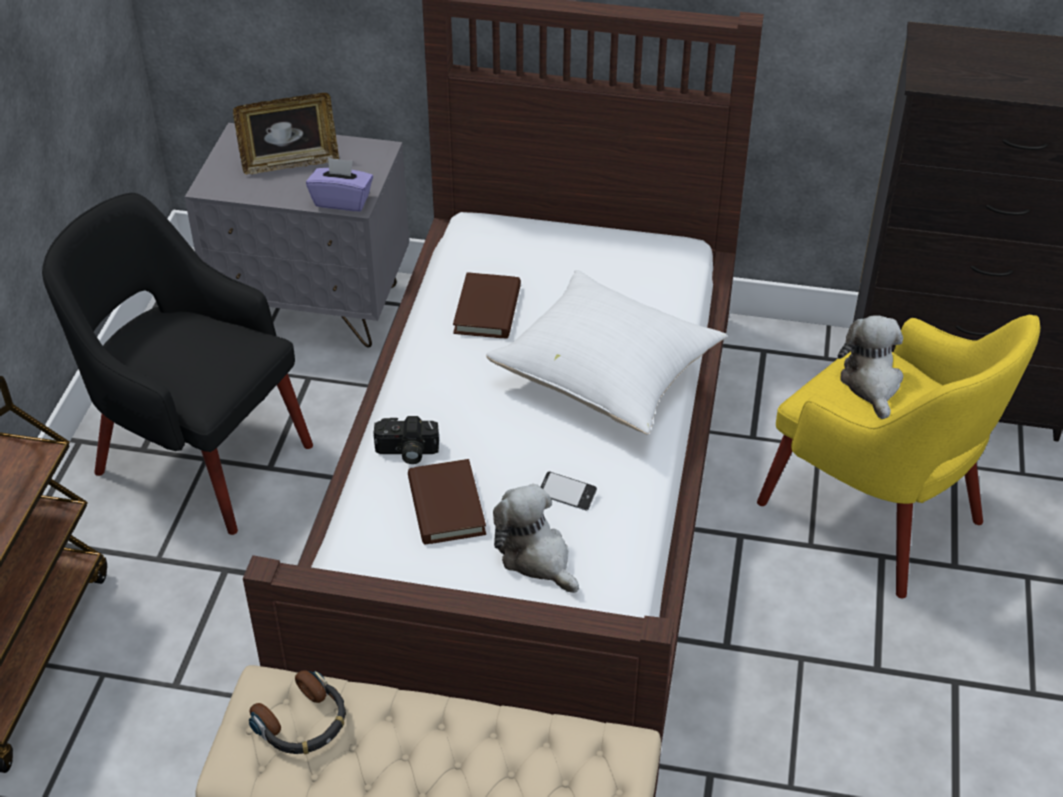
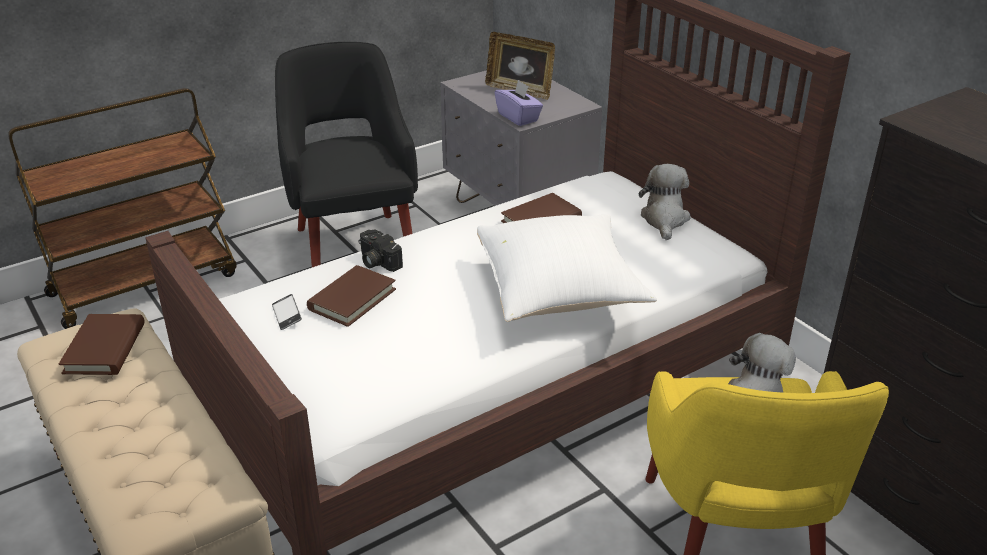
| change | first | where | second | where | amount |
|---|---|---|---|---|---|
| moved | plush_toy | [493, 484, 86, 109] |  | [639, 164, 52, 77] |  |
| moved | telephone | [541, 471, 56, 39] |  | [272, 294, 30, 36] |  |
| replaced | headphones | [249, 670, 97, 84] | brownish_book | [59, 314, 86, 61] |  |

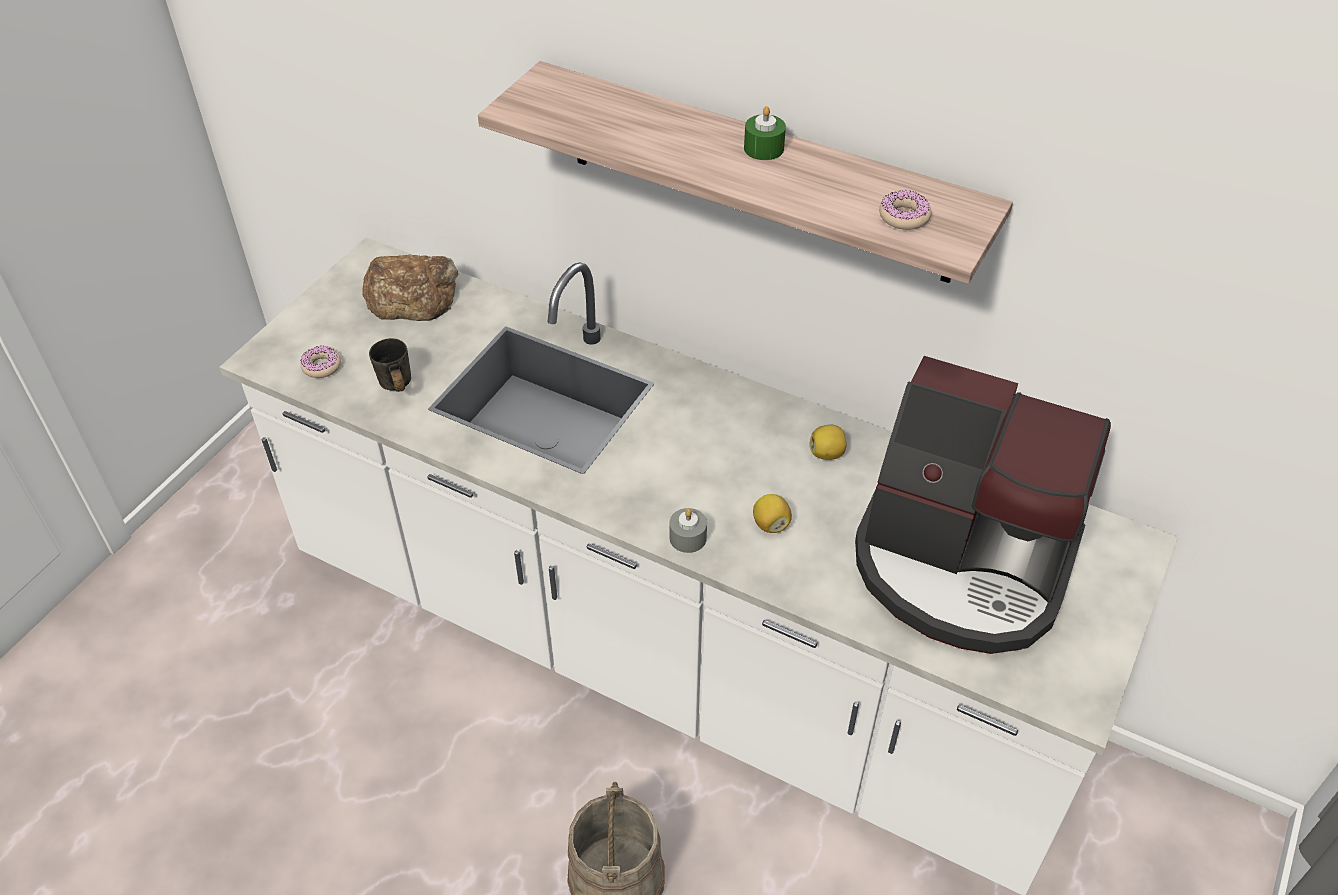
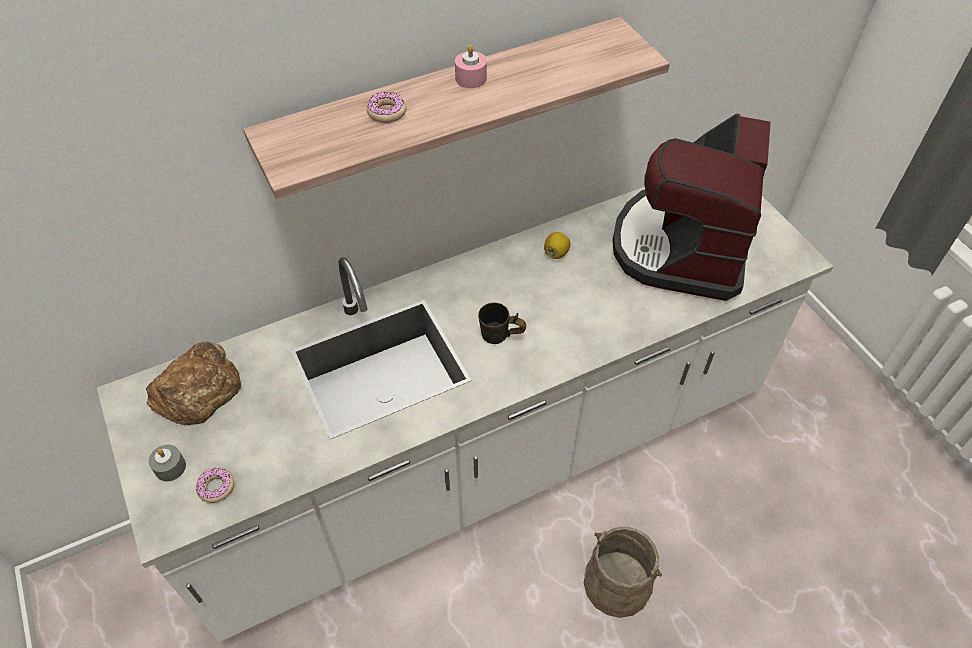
| change | first | where | second | where | amount |
|---|---|---|---|---|---|
| removed | citrus_fruit | [753, 494, 39, 39] |  |  |  |
| moved | grey_tea_mug | [369, 338, 42, 54] |  | [478, 303, 48, 41] |  |
| moved | grey_wax_candle | [669, 508, 38, 45] |  | [149, 445, 37, 36] |  |
| moved | doughnut | [879, 190, 53, 40] |  | [366, 92, 40, 31] |  |
| recoloured | greenish_wax_candle | [744, 106, 42, 54] | pinkish_wax_candle | [455, 45, 32, 43] |  |
| turned | coffee_brewer | [855, 356, 256, 298] |  | [613, 113, 158, 188] | 135 degrees clockwise |

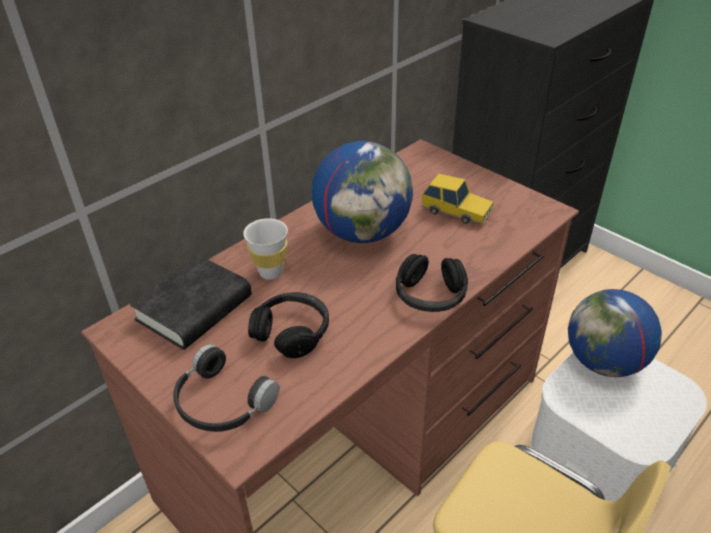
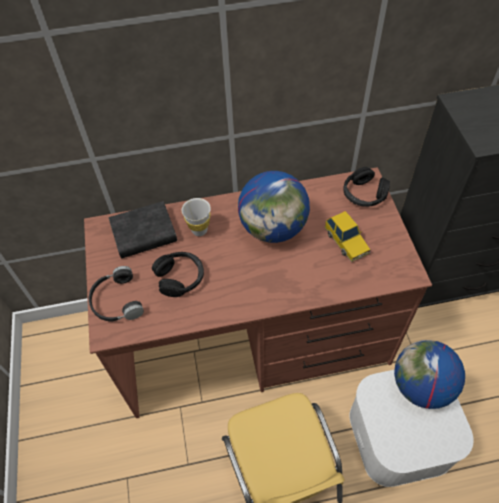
| change | first | where | second | where | amount |
|---|---|---|---|---|---|
| moved | black_headphones | [396, 254, 72, 58] |  | [343, 167, 47, 40] |  |

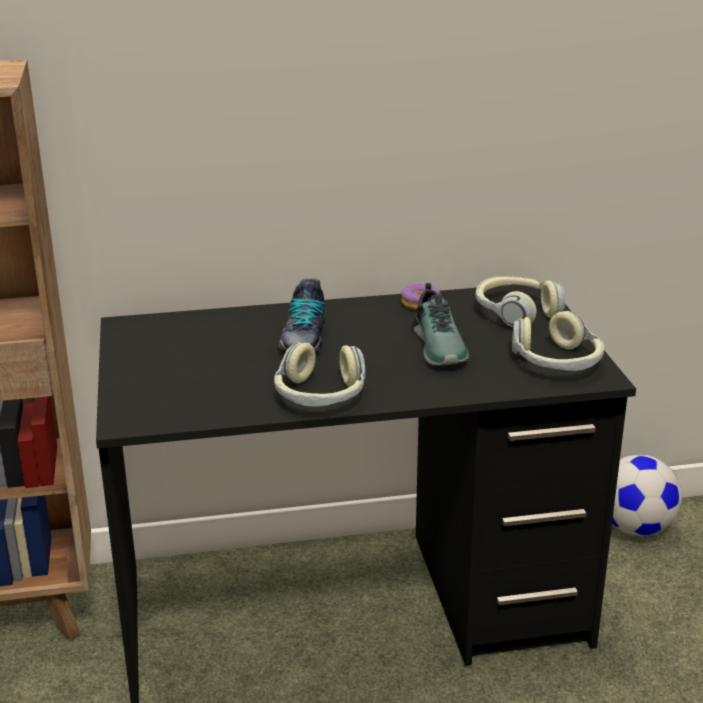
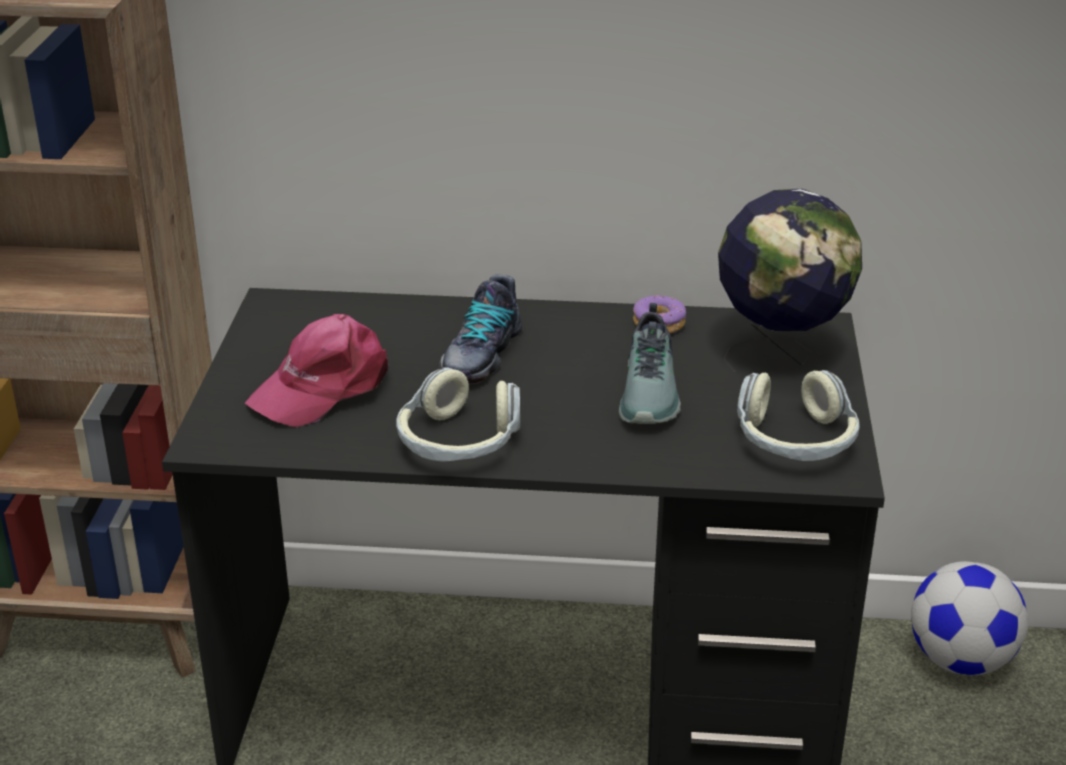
| change | first | where | second | where | amount |
|---|---|---|---|---|---|
| added |  |  | pinkish_baseball_cap | [245, 314, 144, 114] |  |
| replaced | headphones | [475, 276, 90, 51] | globe | [718, 189, 144, 183] |  |

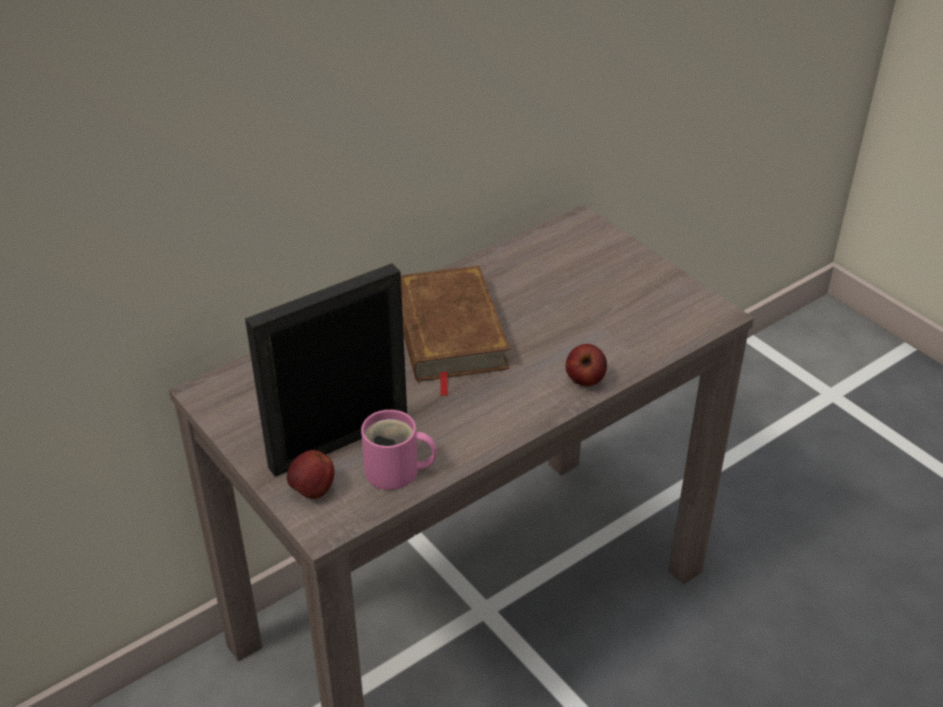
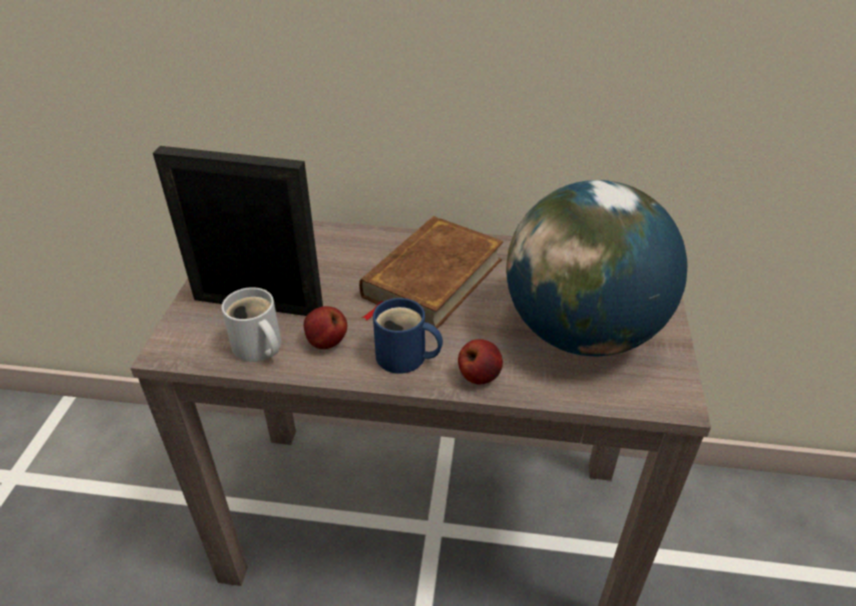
| change | first | where | second | where | amount |
|---|---|---|---|---|---|
| added |  |  | blue_tea_mug | [373, 298, 70, 76] |  |
| added |  |  | globe | [506, 180, 181, 176] |  |
| moved | apple_fruit | [287, 450, 48, 49] |  | [304, 306, 43, 43] |  |
| recoloured | pinkish_tea_mug | [361, 410, 76, 80] | white-coloured_tea_mug | [222, 287, 59, 75] |  |

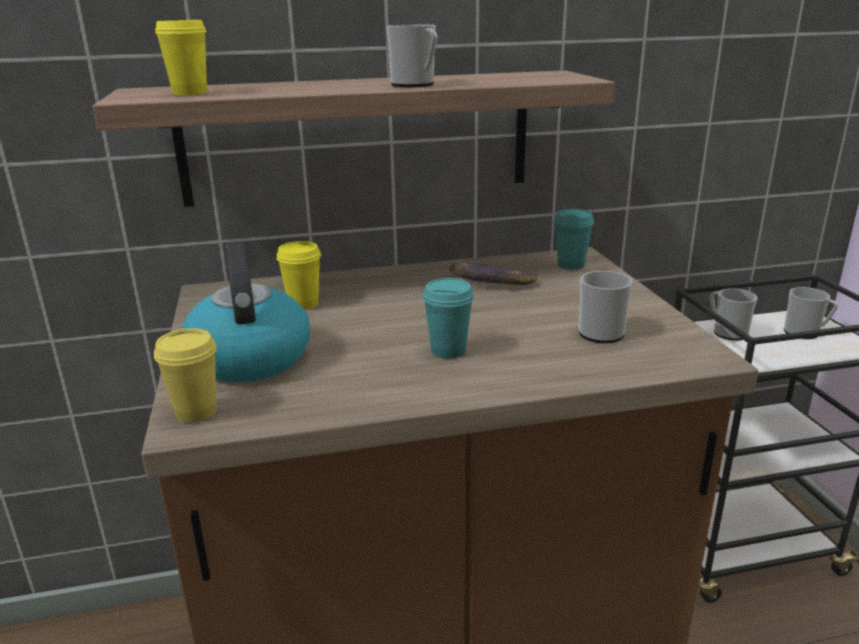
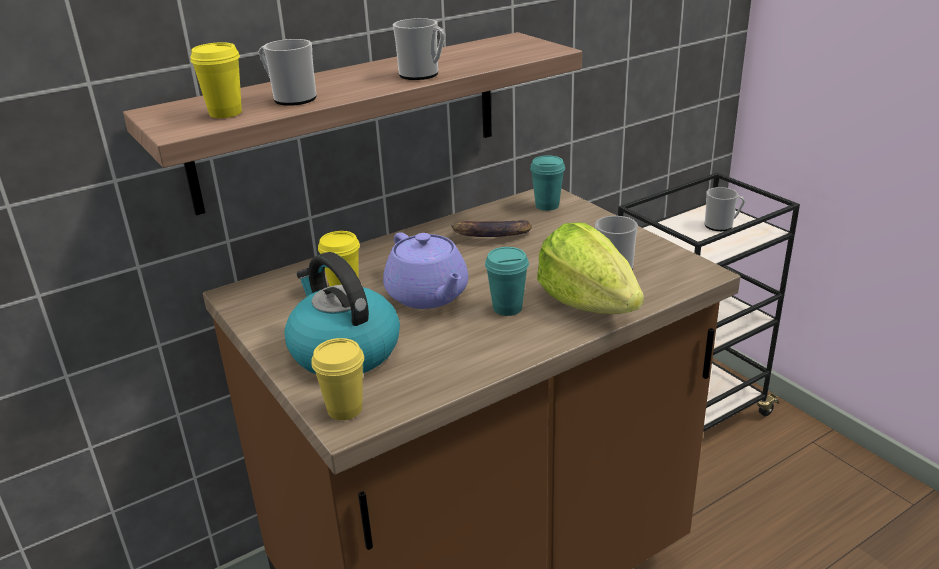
| change | first | where | second | where | amount |
|---|---|---|---|---|---|
| added |  |  | purple_tea_pot | [383, 232, 85, 77] |  |
| added |  |  | lettuce_head | [537, 222, 107, 92] |  |
| moved | tea_mug | [710, 288, 48, 53] |  | [259, 39, 57, 67] |  |

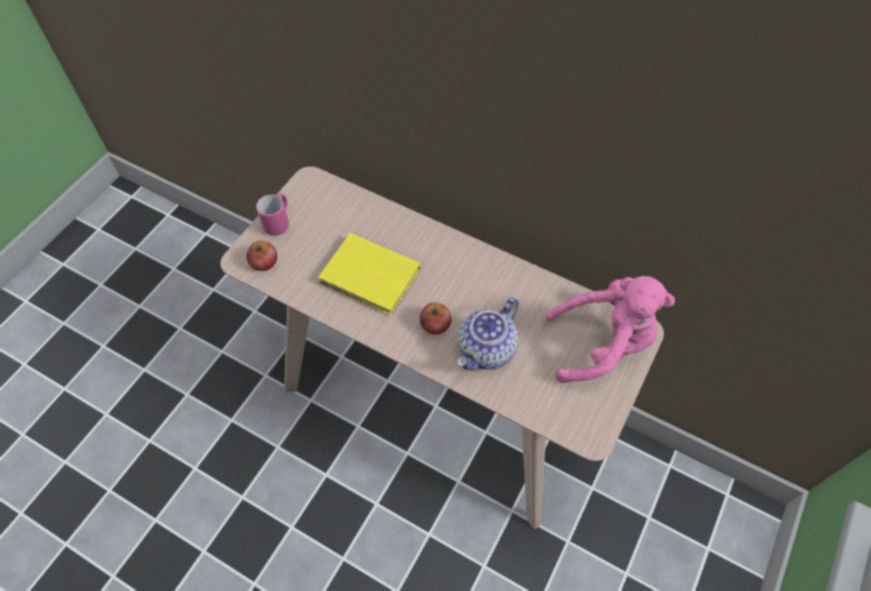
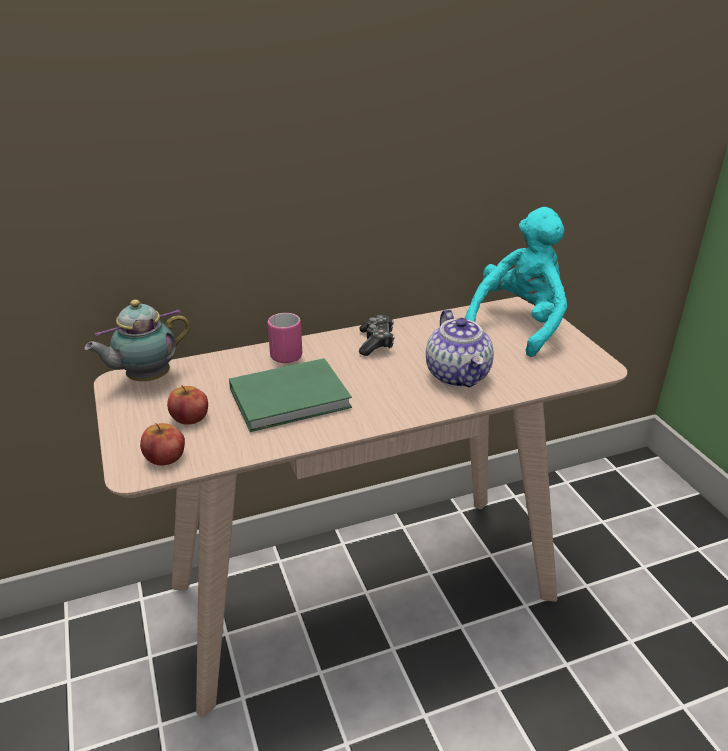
| change | first | where | second | where | amount |
|---|---|---|---|---|---|
| added |  |  | tea_pot | [84, 300, 106, 81] |  |
| added |  |  | gamepad | [359, 315, 36, 41] |  |
| moved | pinkish_tea_mug | [256, 193, 33, 43] |  | [268, 313, 34, 50] |  |
| moved | apple_fruit | [420, 302, 32, 33] |  | [167, 385, 41, 40] |  |
| recoloured | yellow_book | [318, 233, 103, 83] | greenish_book | [229, 358, 123, 74] |  |
| recoloured | pinkish_plush_toy | [545, 276, 130, 107] | turquoise-coloured_plush_toy | [465, 207, 102, 150] |  |

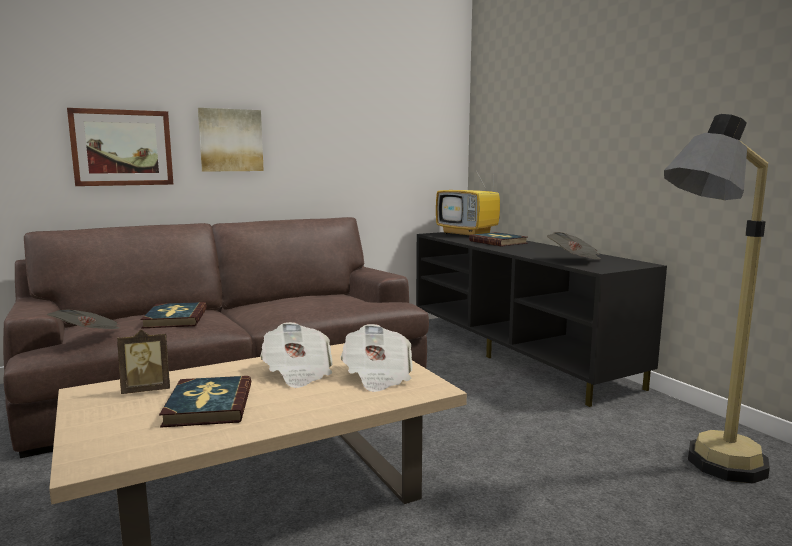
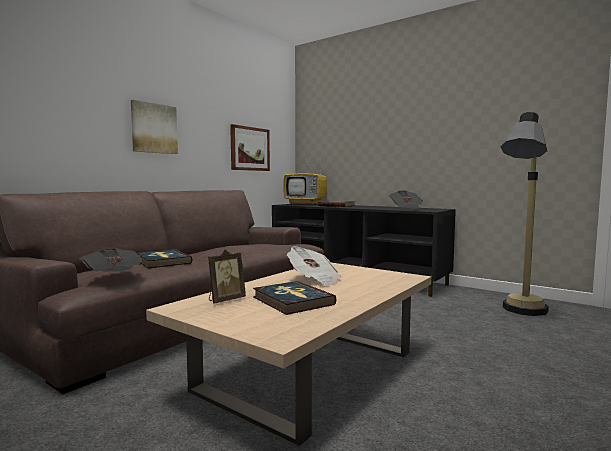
| change | first | where | second | where | amount |
|---|---|---|---|---|---|
| removed | daily_paper | [341, 324, 72, 68] |  |  |  |
| moved | wall_picture | [67, 108, 106, 78] |  | [230, 124, 40, 47] |  |

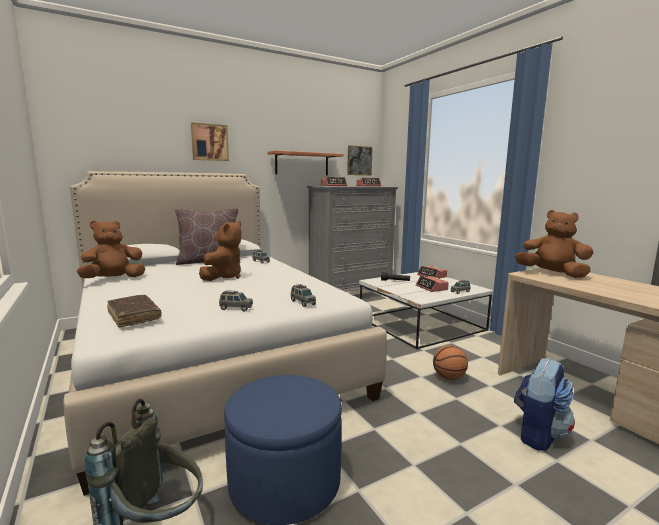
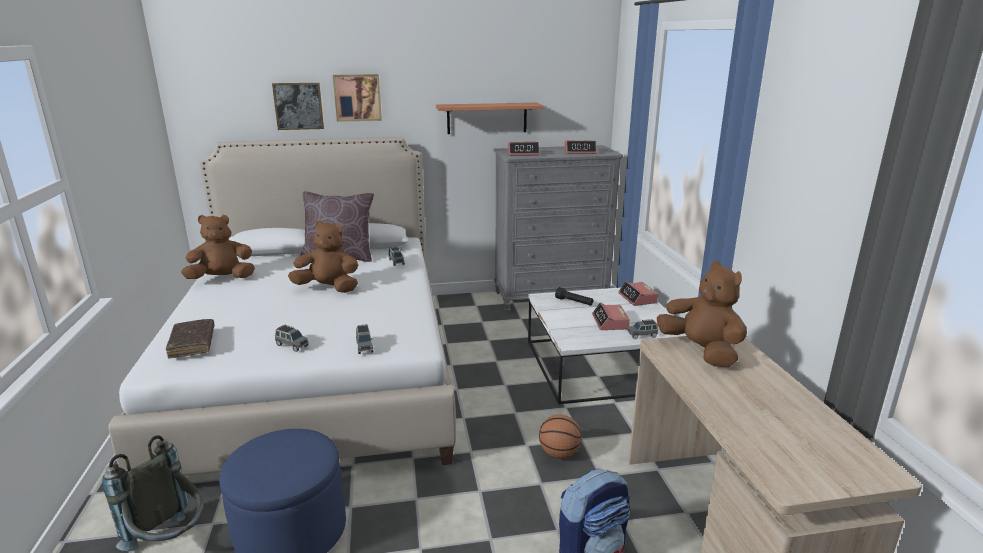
| change | first | where | second | where | amount |
|---|---|---|---|---|---|
| moved | wall_picture | [347, 145, 26, 30] |  | [272, 83, 52, 47] |  |
| turned | brownish_plush_toy | [199, 221, 43, 60] |  | [288, 221, 70, 72] | 120 degrees counterclockwise |

